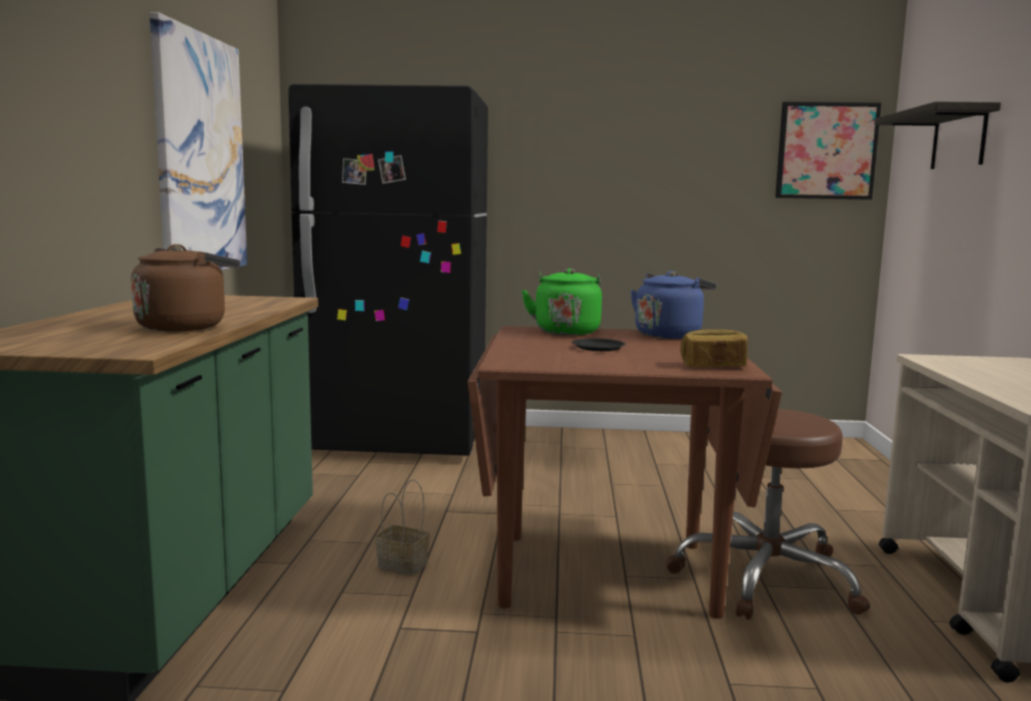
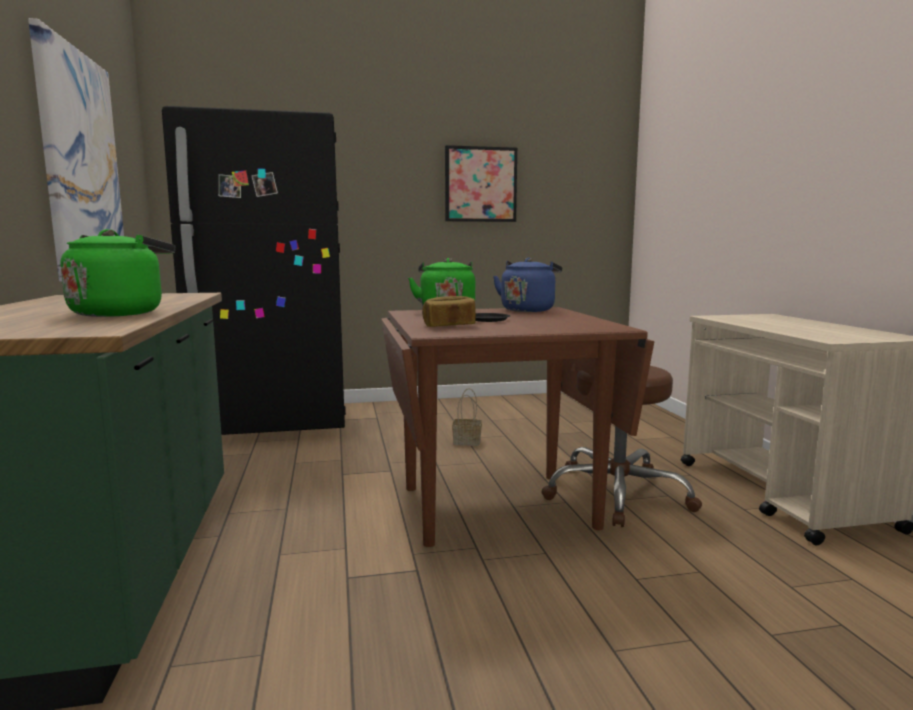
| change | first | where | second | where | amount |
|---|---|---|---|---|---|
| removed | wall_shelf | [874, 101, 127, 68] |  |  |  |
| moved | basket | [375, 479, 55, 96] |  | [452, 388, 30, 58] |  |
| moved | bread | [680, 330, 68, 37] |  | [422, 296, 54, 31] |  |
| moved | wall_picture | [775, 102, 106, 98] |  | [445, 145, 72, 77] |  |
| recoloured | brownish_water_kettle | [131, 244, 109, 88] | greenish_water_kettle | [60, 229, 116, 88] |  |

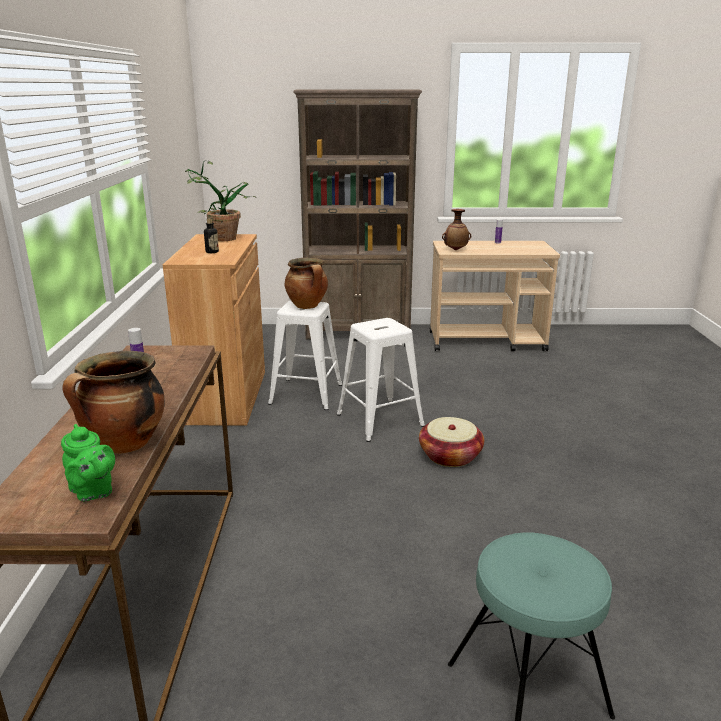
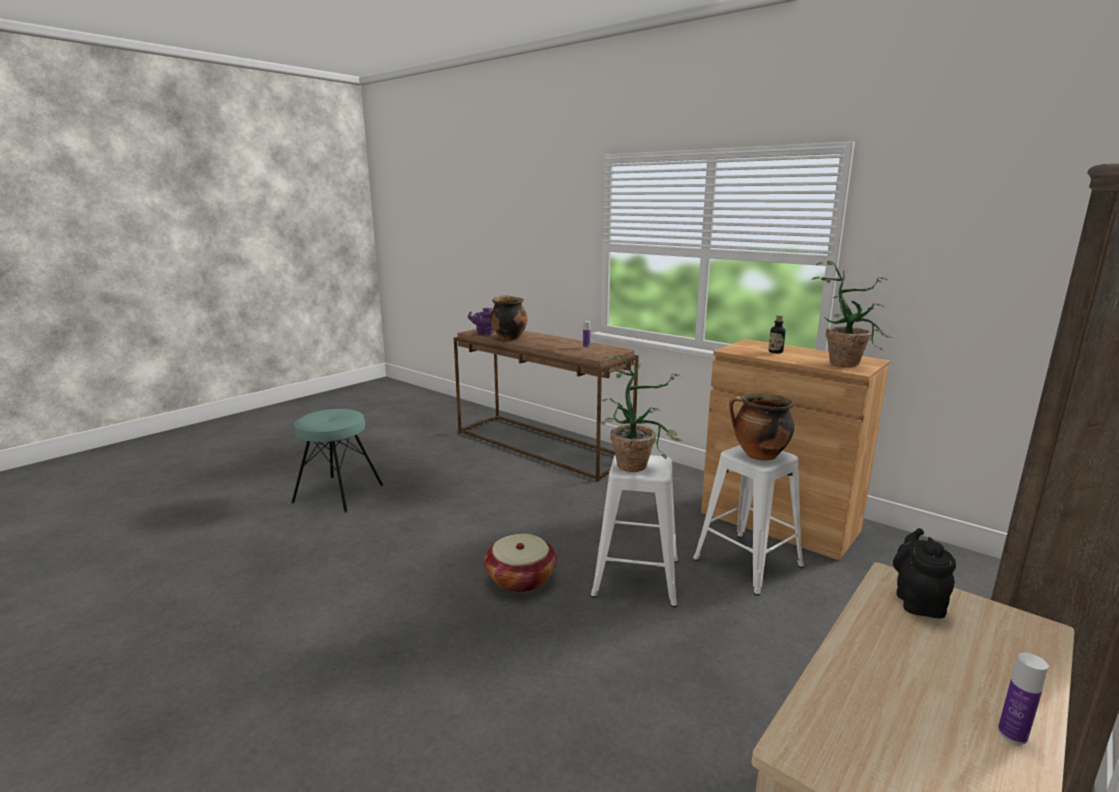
| change | first | where | second | where | amount |
|---|---|---|---|---|---|
| added |  |  | plant_in_a_pot | [601, 355, 82, 117] |  |
| replaced | flower_vase | [442, 209, 29, 41] | black_tea_pot | [893, 528, 63, 91] |  |
| recoloured | greenish_tea_pot | [61, 424, 54, 77] | purple_tea_pot | [468, 308, 26, 27] |  |

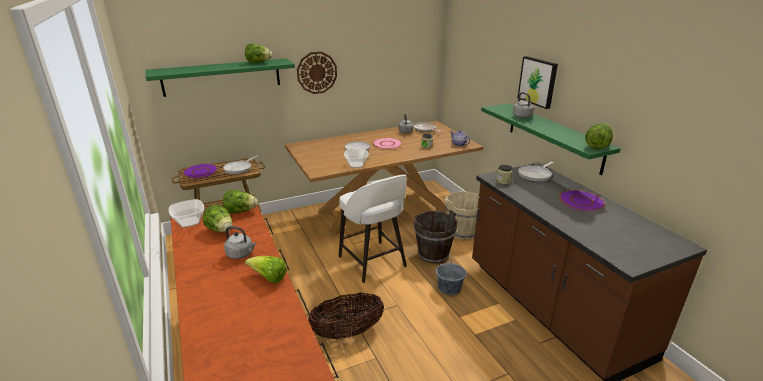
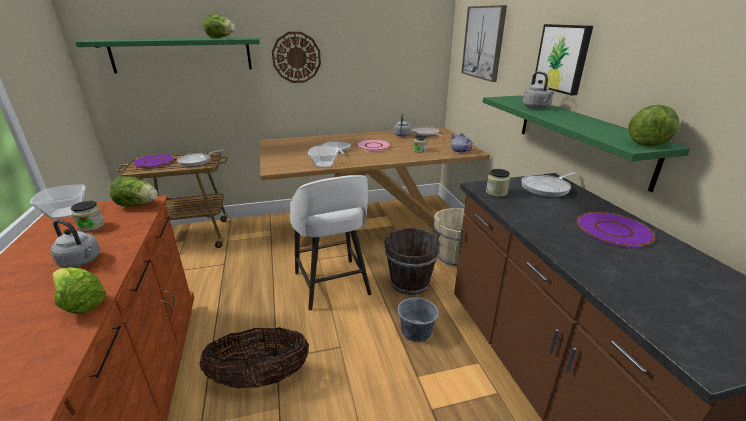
| change | first | where | second | where | amount |
|---|---|---|---|---|---|
| added |  |  | wall_picture | [461, 5, 46, 77] |  |
| replaced | lettuce_head | [202, 205, 30, 27] | storage_jar | [71, 201, 34, 31] |  |

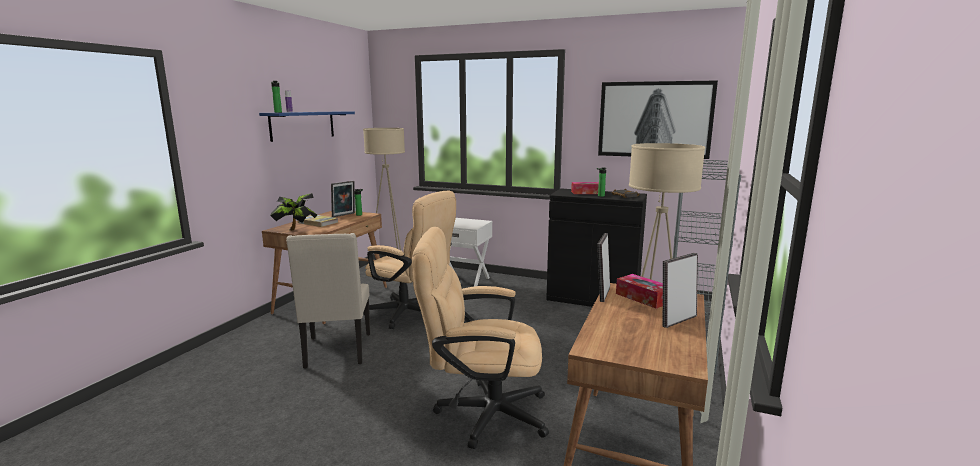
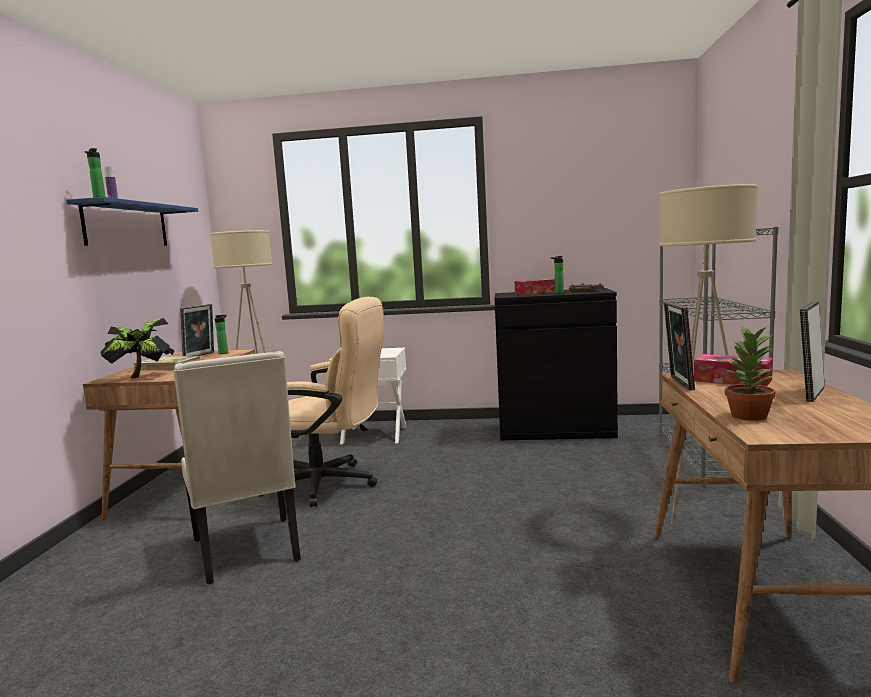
| change | first | where | second | where | amount |
|---|---|---|---|---|---|
| removed | sand-coloured_desk_chair | [412, 227, 137, 222] |  |  |  |
| removed | wall_picture | [598, 80, 120, 79] |  |  |  |
| added |  |  | plant_in_a_pot | [725, 326, 51, 95] |  |

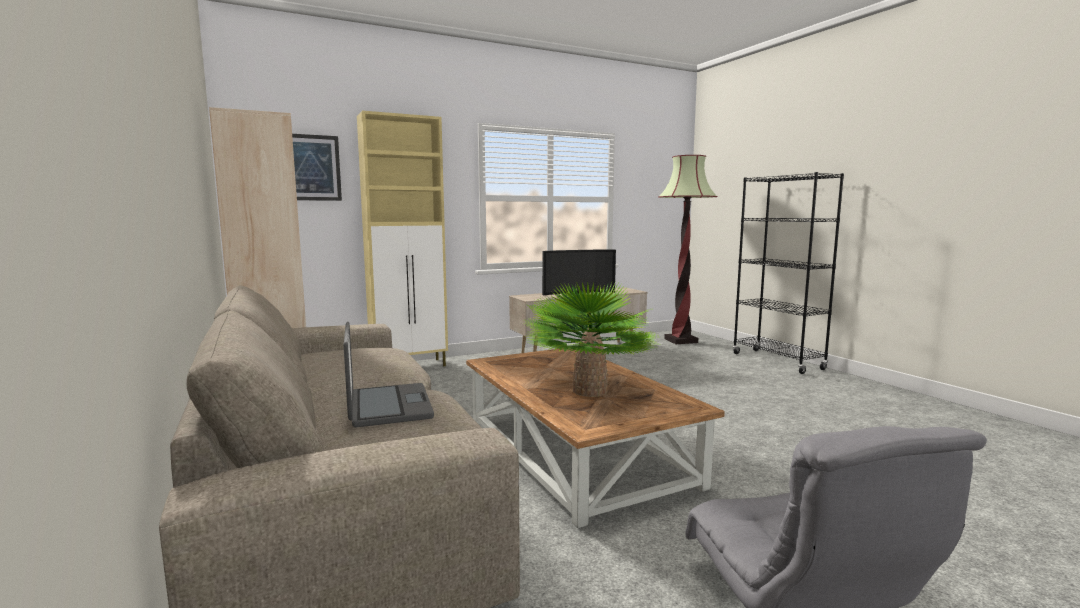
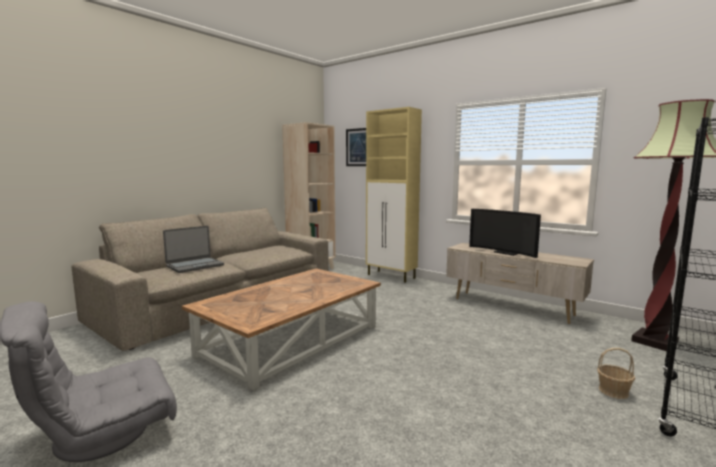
| change | first | where | second | where | amount |
|---|---|---|---|---|---|
| removed | plant_in_a_pot | [523, 282, 134, 115] |  |  |  |
| added |  |  | basket | [597, 348, 38, 51] |  |

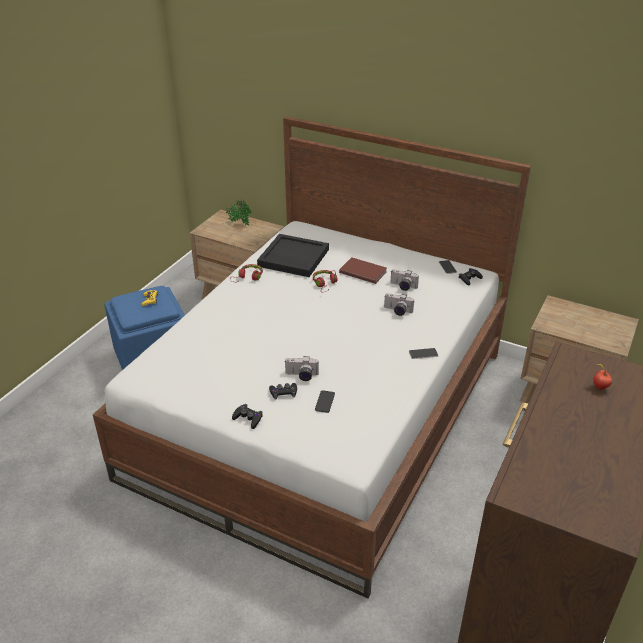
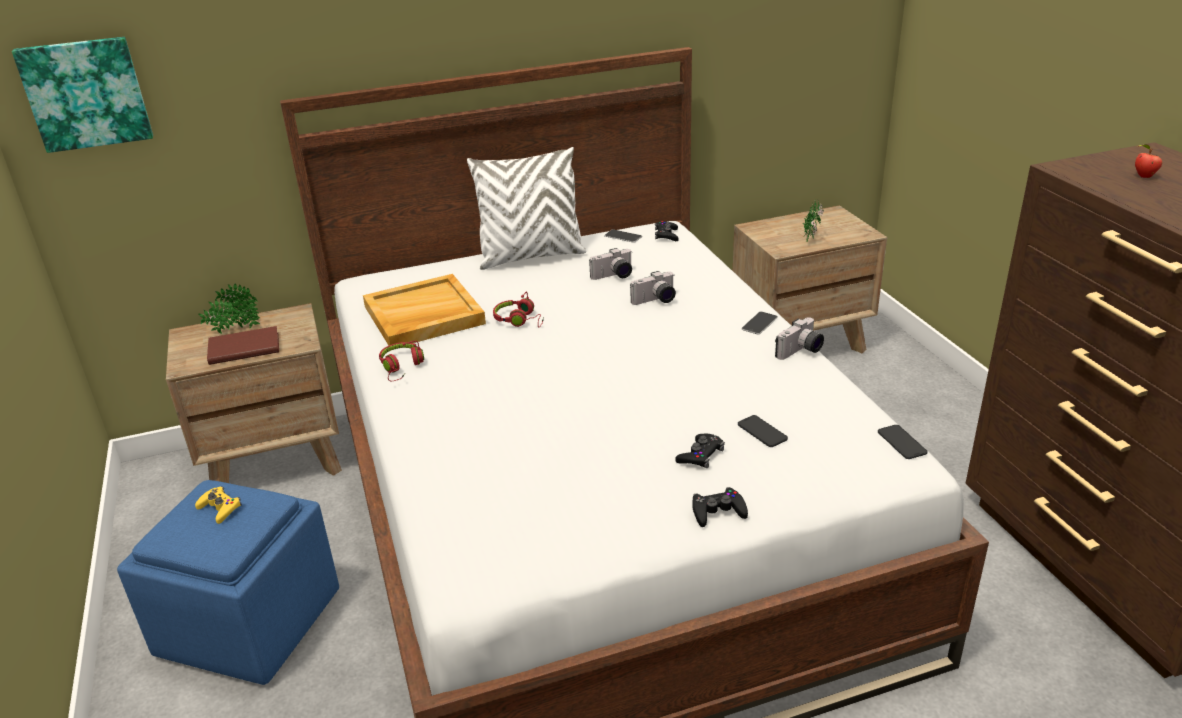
| change | first | where | second | where | amount |
|---|---|---|---|---|---|
| added |  |  | wall_picture | [12, 37, 141, 116] |  |
| added |  |  | white-coloured_throw_pillow | [467, 147, 120, 123] |  |
| added |  |  | plant_in_a_pot | [803, 199, 21, 42] |  |
| added |  |  | telephone | [878, 425, 50, 34] |  |
| moved | still_camera | [285, 356, 34, 25] |  | [775, 317, 49, 43] |  |
| moved | brownish_book | [339, 257, 48, 27] |  | [207, 326, 72, 39] |  |
| recoloured | black_tray | [257, 234, 72, 43] | sand-coloured_tray | [363, 274, 123, 71] |  |

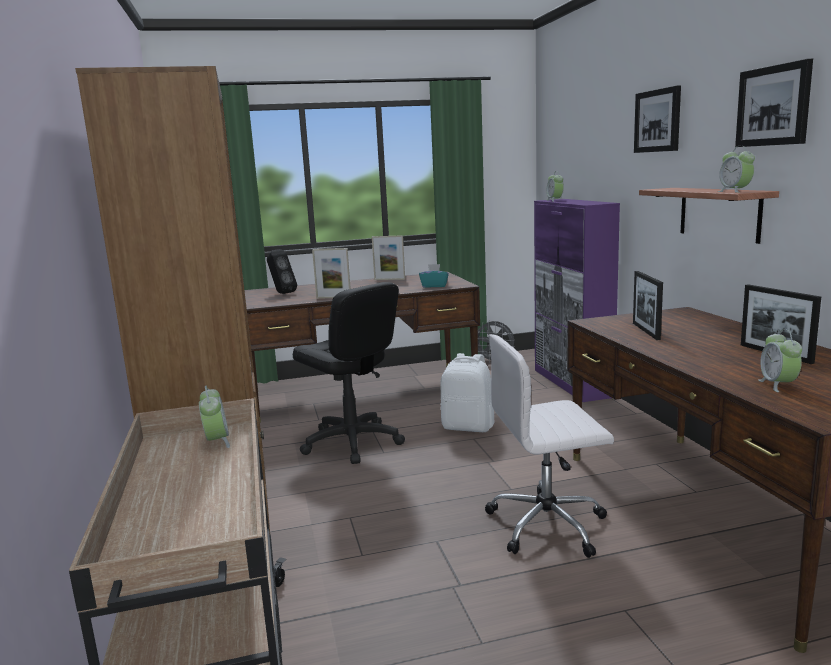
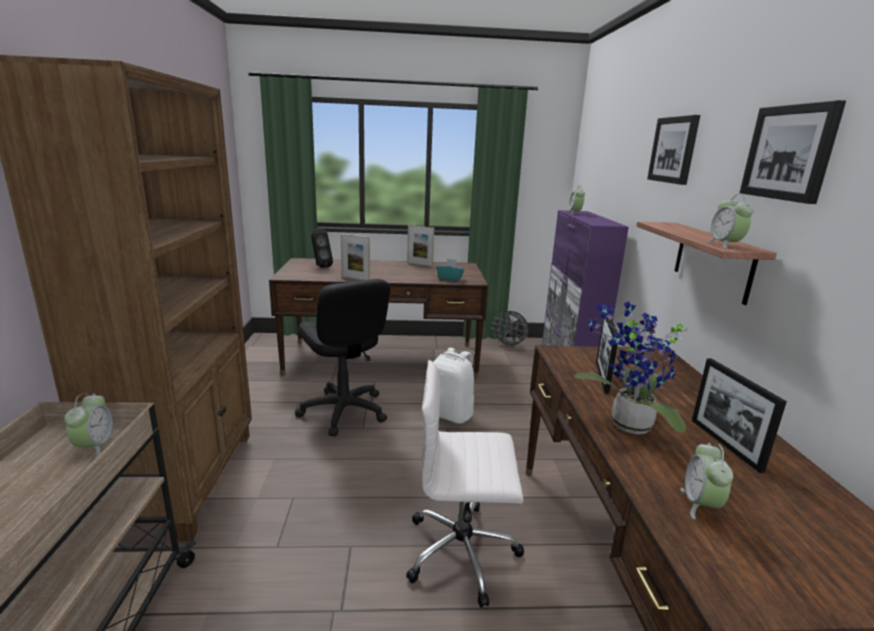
| change | first | where | second | where | amount |
|---|---|---|---|---|---|
| added |  |  | plant_in_a_pot | [574, 301, 113, 134] |  |

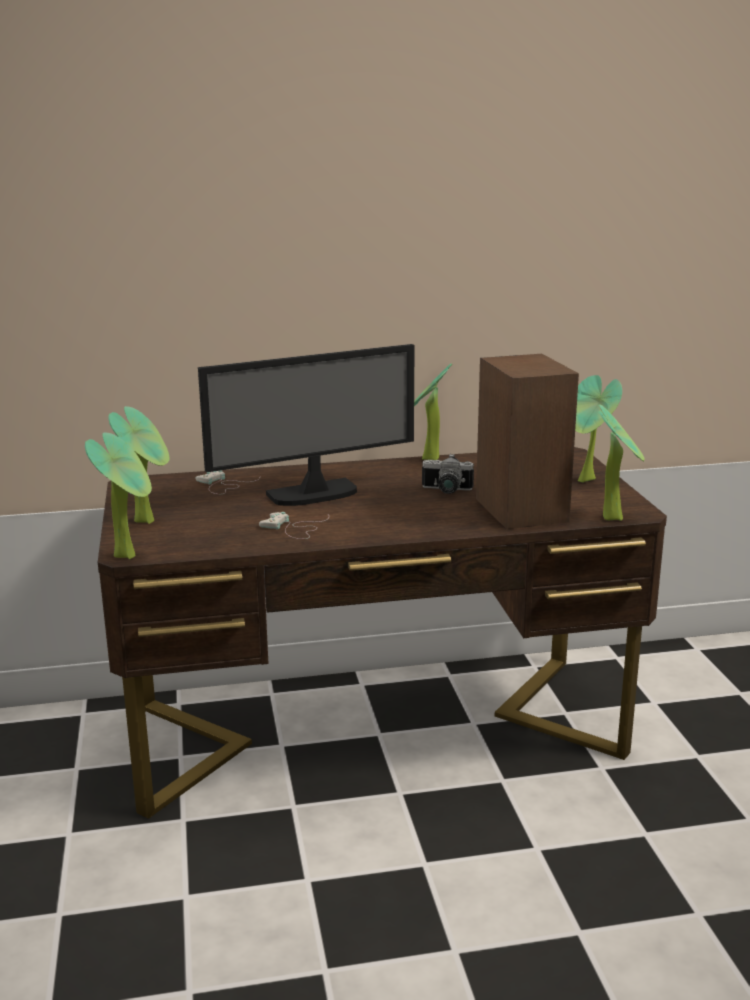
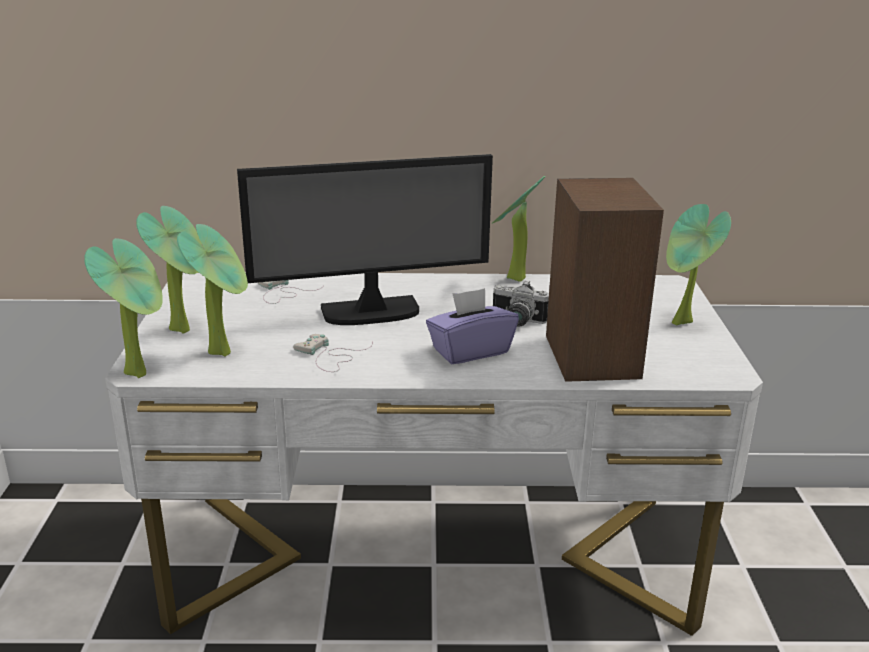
| change | first | where | second | where | amount |
|---|---|---|---|---|---|
| added |  |  | purple_box_of_tissues | [426, 288, 93, 76] |  |
| moved | plant_in_a_pot | [598, 404, 47, 117] |  | [177, 224, 71, 133] |  |
| recoloured | brownish_desk | [98, 447, 569, 372] | white-coloured_desk | [105, 272, 658, 364] |  |

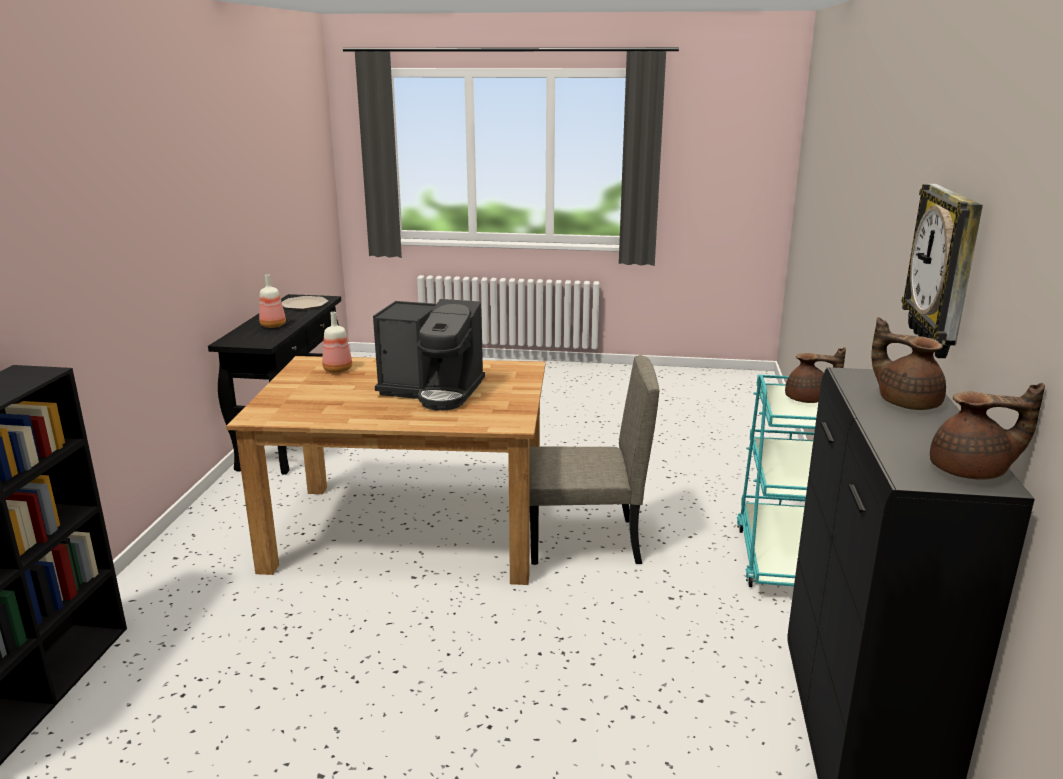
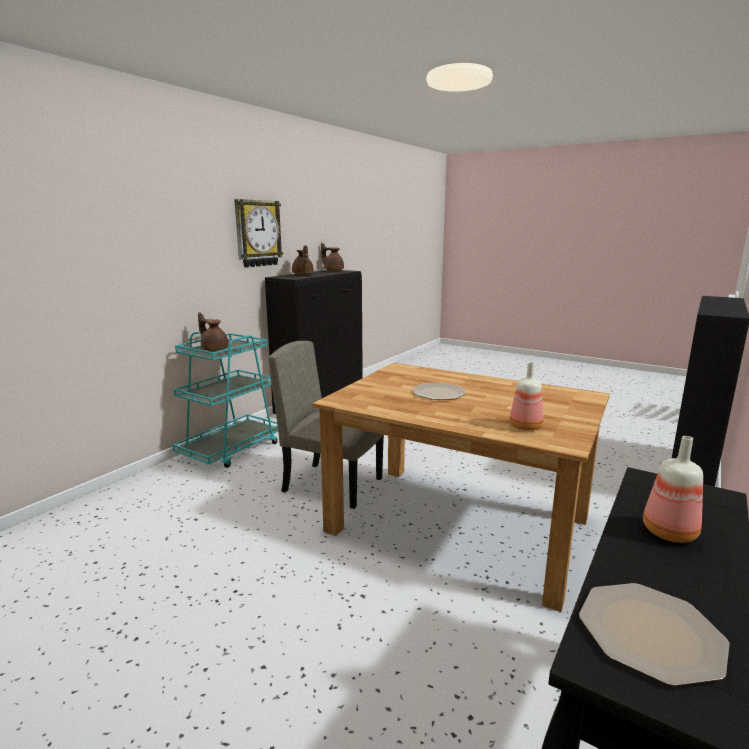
| change | first | where | second | where | amount |
|---|---|---|---|---|---|
| replaced | coffee_brewer | [373, 299, 112, 112] | plate | [412, 383, 55, 17] |  |

